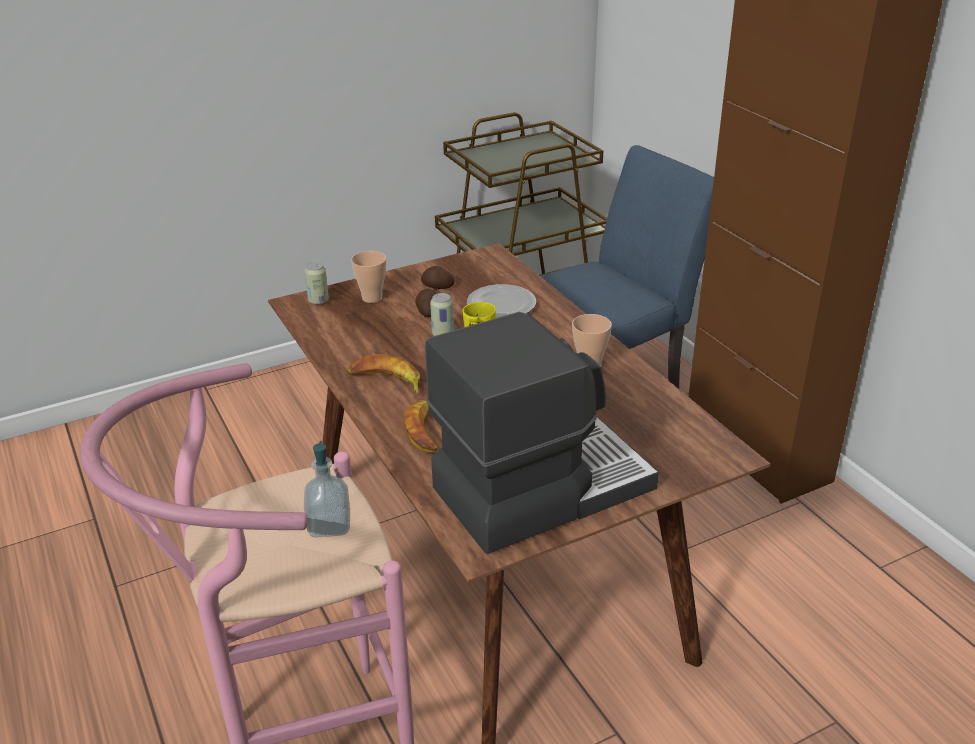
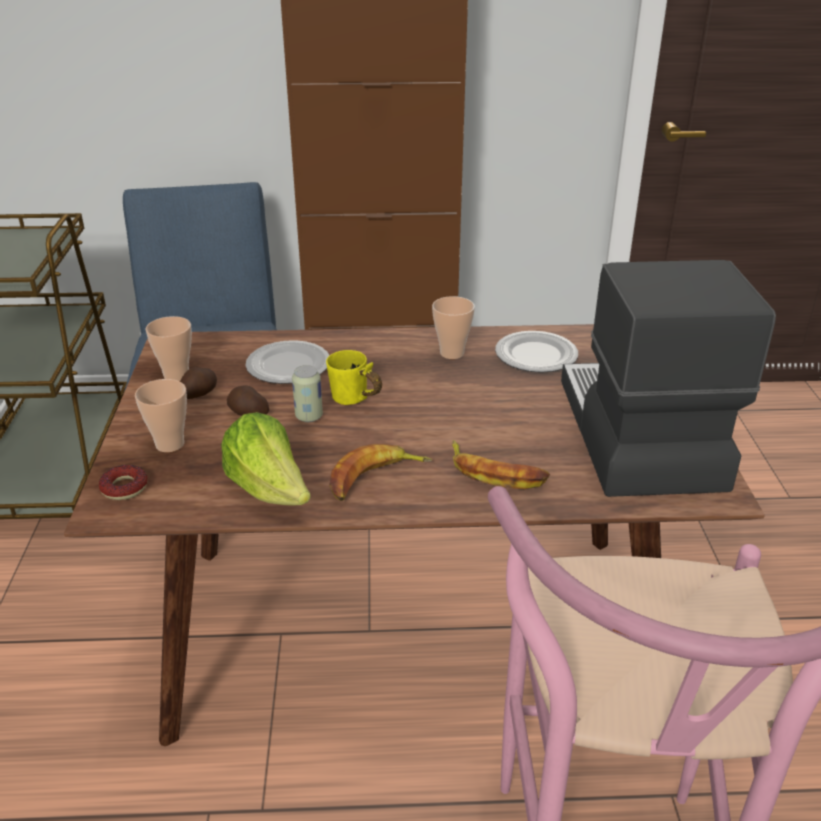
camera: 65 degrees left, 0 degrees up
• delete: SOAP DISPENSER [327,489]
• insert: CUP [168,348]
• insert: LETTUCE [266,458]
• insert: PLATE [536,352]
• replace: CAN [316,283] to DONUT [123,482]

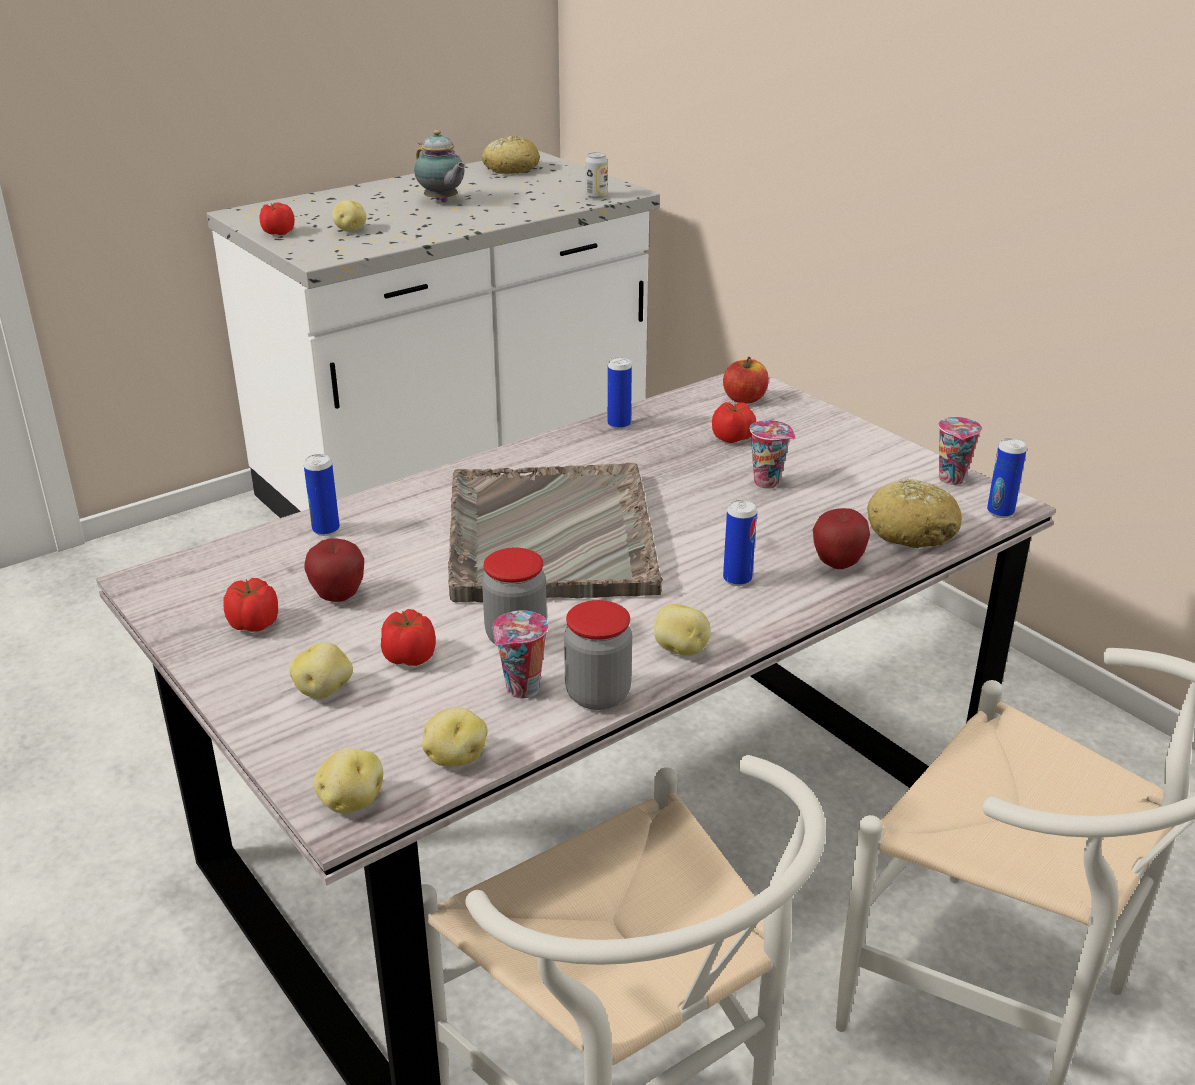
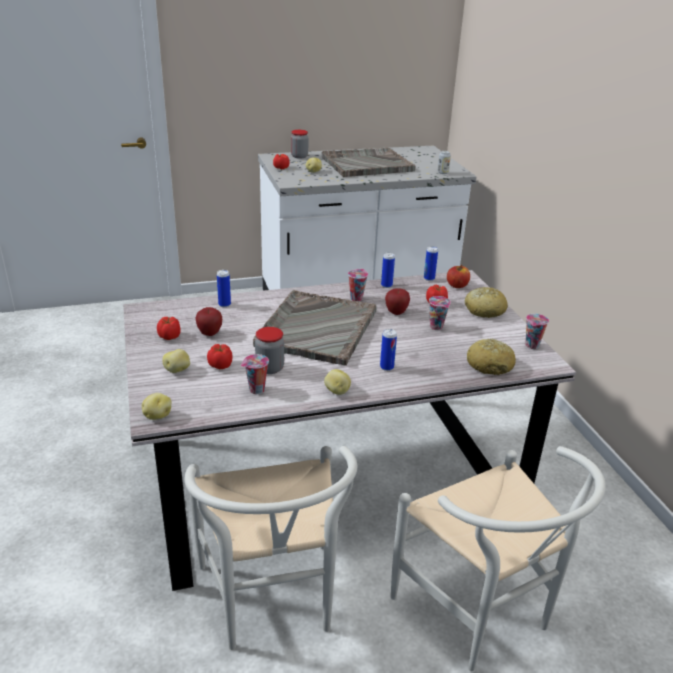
camera: 20 degrees right, 0 degrees up
• delete: POTATO [455,737]
• insert: CUP [358,285]
• move: BREAD [511,155] to [486,302]
• move: JAR [598,655] to [300,144]
• move: APPLE [841,538] to [397,301]
• move: CAN [1007,478] to [431,263]
• replace: TEAPOT [440,166] to GREY TRAY [369,162]

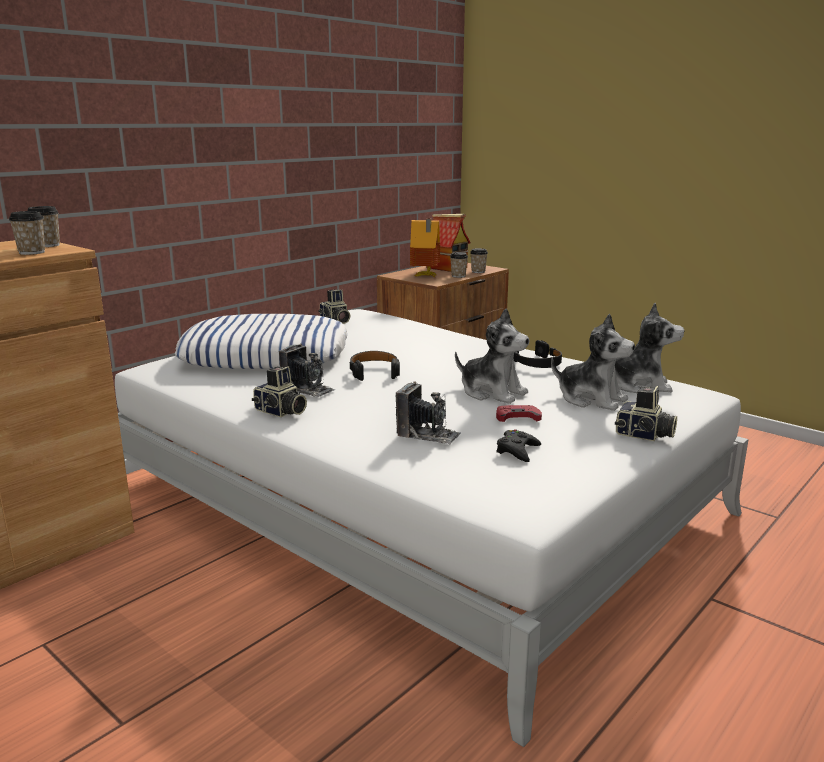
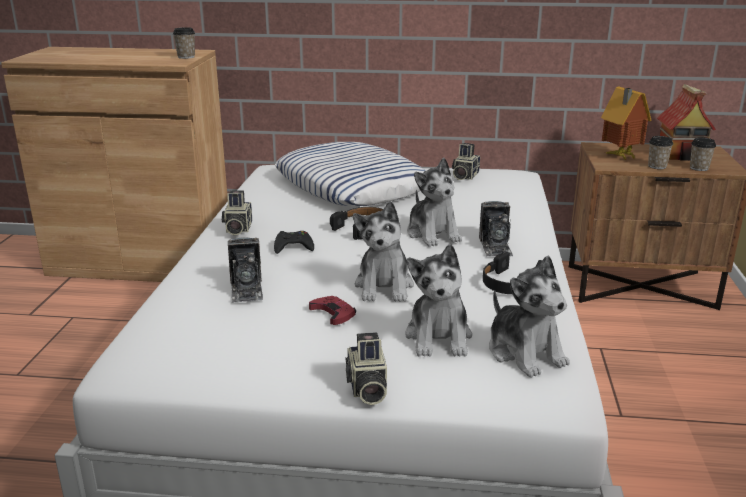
camera: 55 degrees right, 5 degrees up
• delete: CUP [27,233]
• insert: PLUSH TOY [434,202]
• move: PHOTO CAMERA [307,370] to [496,228]
• move: BLACK GAME CONTROLLER [518,445] to [294,242]

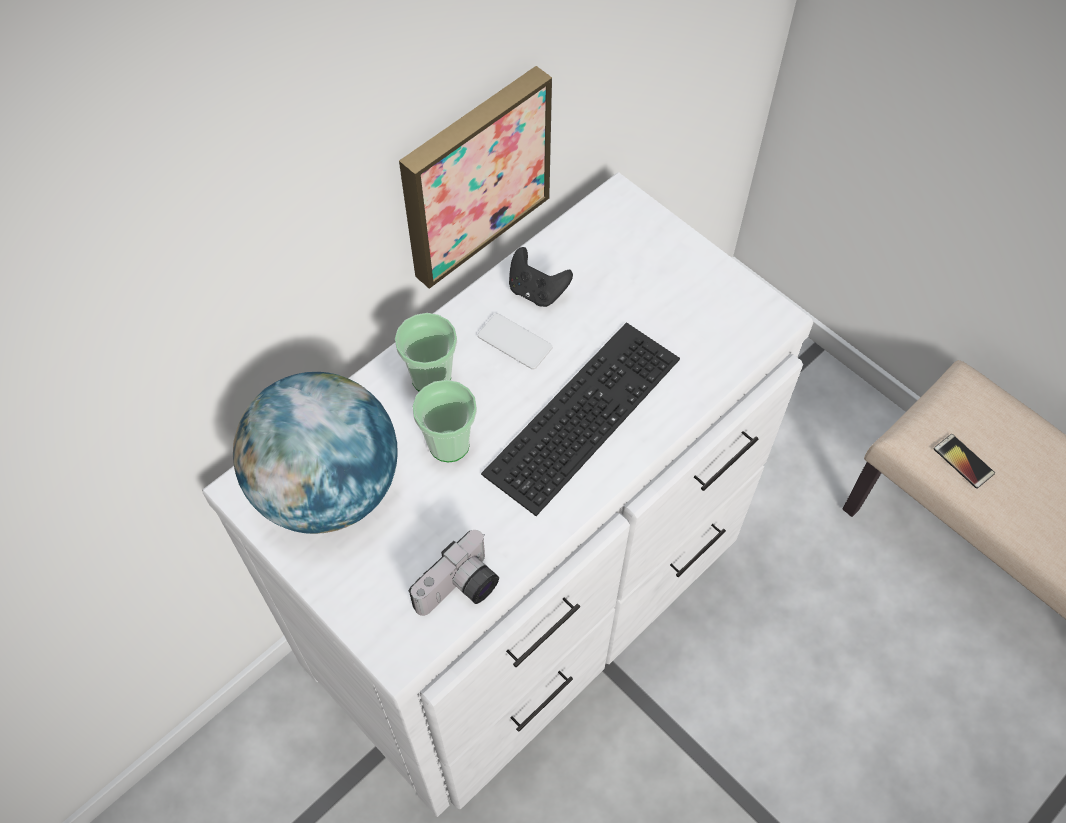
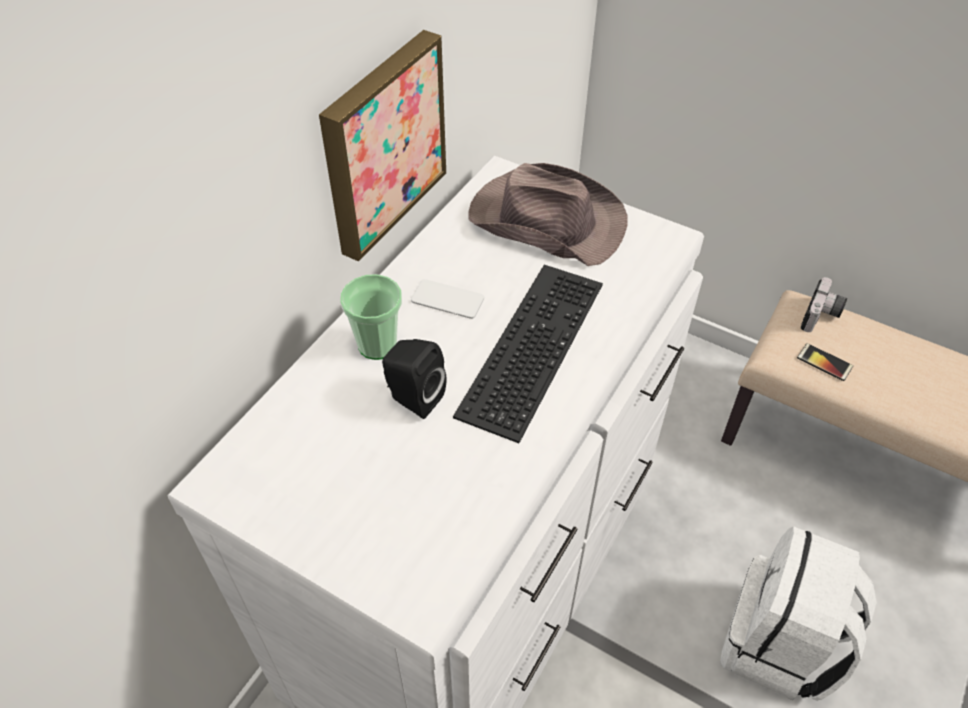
camera: 15 degrees left, 10 degrees down
• delete: GLOBE [315,453]
• delete: BLACK GAME CONTROLLER [541,277]
• insert: BROWN HAT [548,214]
• insert: WHITE BACKPACK [798,613]
• move: PHOTO CAMERA [454,573] to [824,304]
• replace: CUP [444,421] to BLACK SPEAKER [414,379]

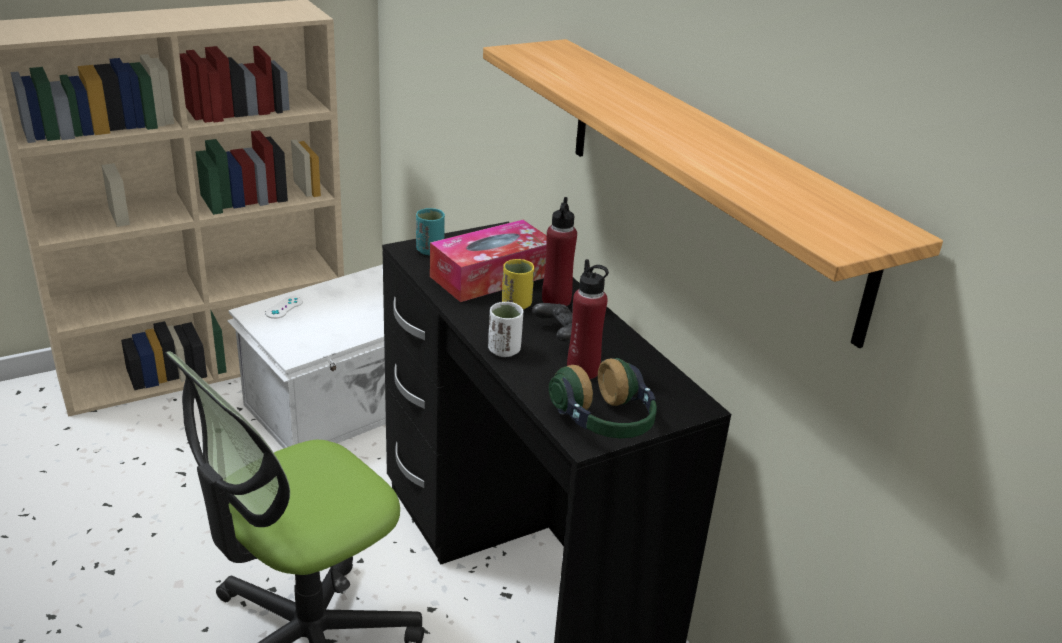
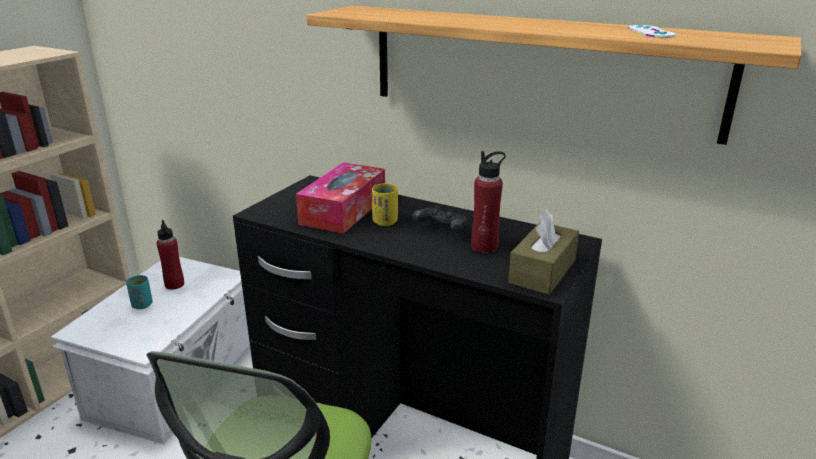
camera: 30 degrees left, 5 degrees down
• delete: WHITE CUP [506,329]
• move: WHITE GAME CONTROLLER [284,307] to [652,31]
• move: TURQUOISE CUP [430,231] to [139,292]
• move: RED BOTTLE [559,251] to [170,255]
• replace: HEADPHONES [603,398] to BROWN TISSUE BOX [543,251]

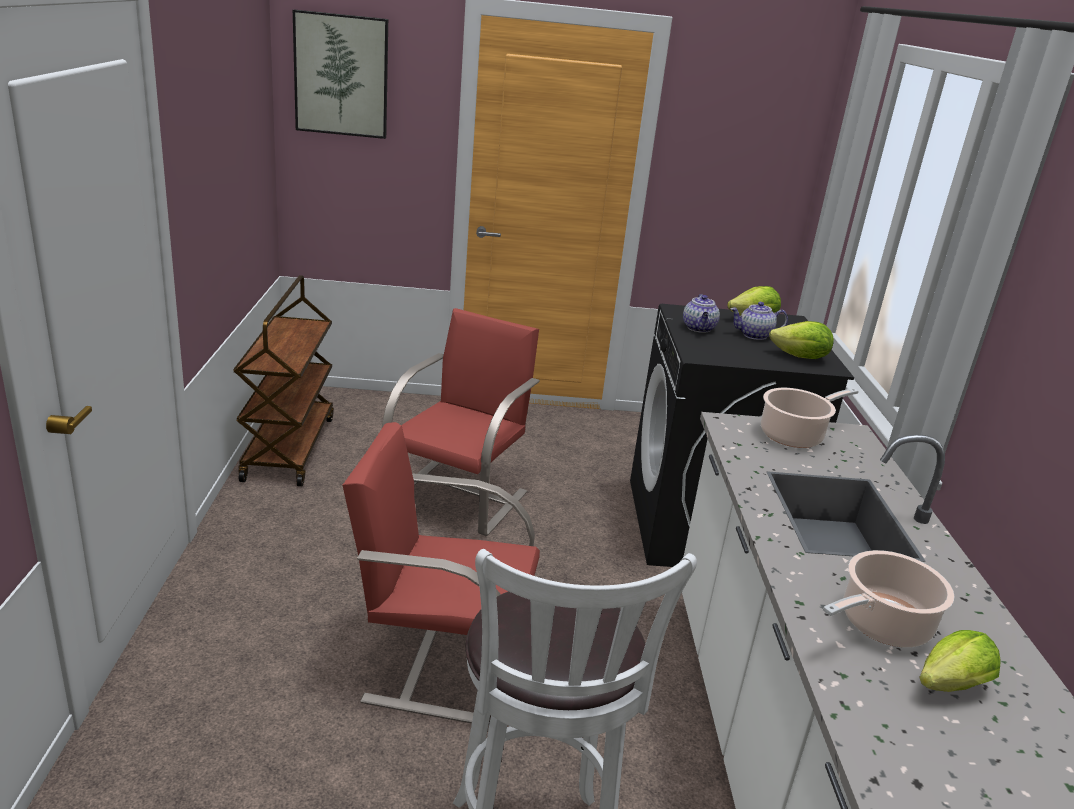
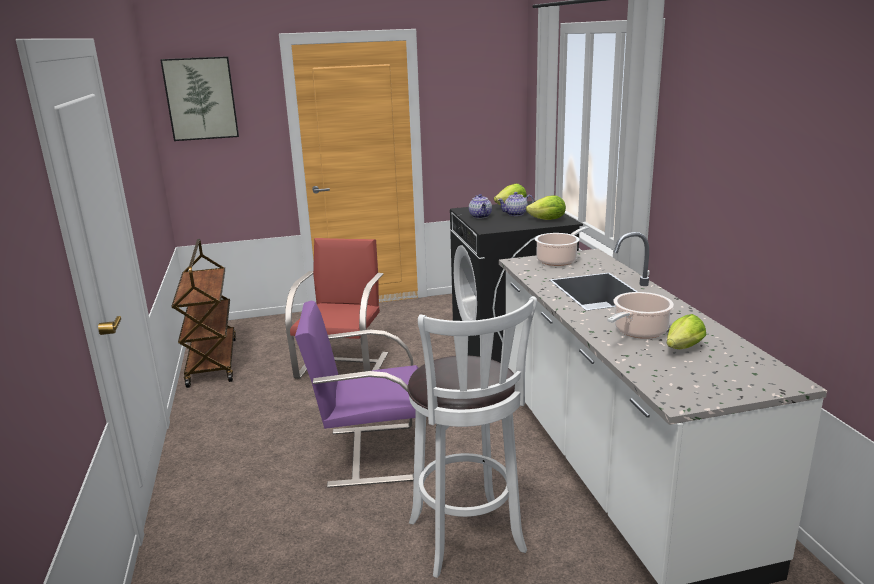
camera: 10 degrees left, 5 degrees down
• recolor: RED CHAIR [441,574] to PURPLE CHAIR [357,394]

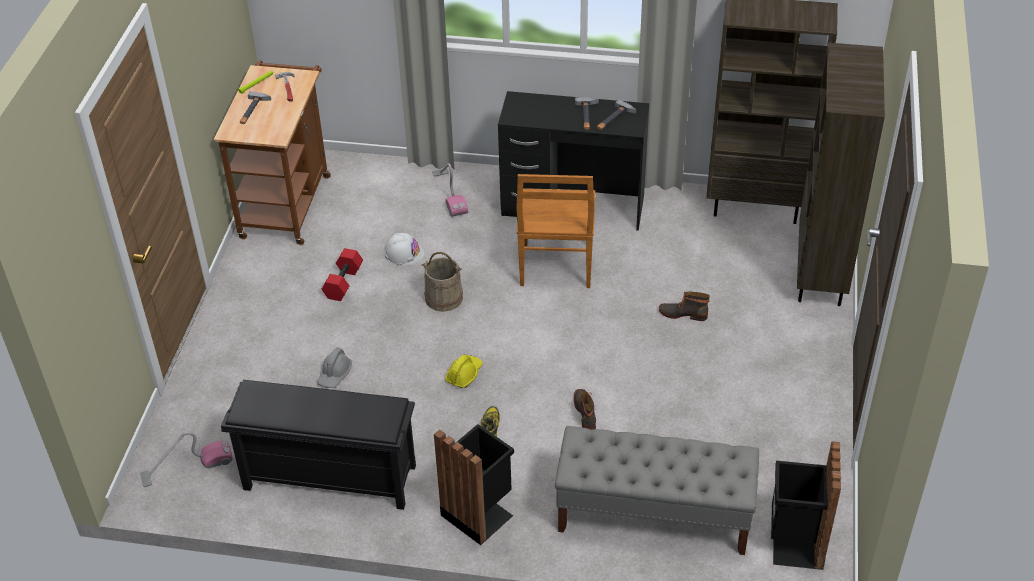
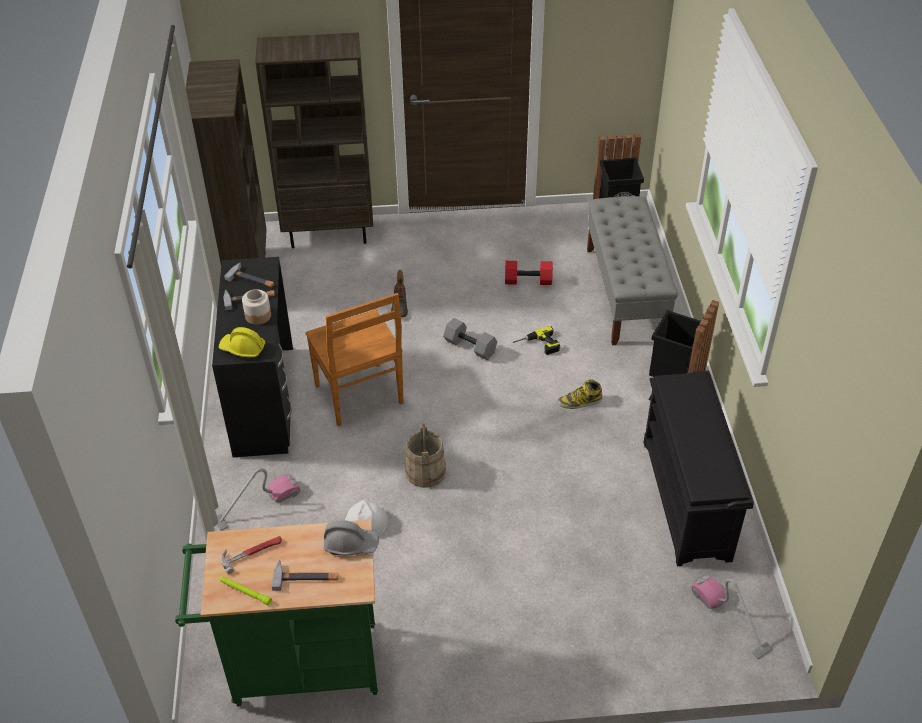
camera: 105 degrees left, 0 degrees up
• insert: JAR [256,307]
• insert: GREY DUMBBELL [470,339]
• move: GREY HARD HAT [334,368] to [351,538]
• move: RED DUMBBELL [342,274] to [529,273]
• move: YELLOW HARD HAT [464,371] to [242,343]
• replace: BOOT [585,409] to POWER DRILL [536,340]
• recolor: BROWN CART [272,152] to GREEN CART [276,613]
• rotate: BROWN CHAIR [555,231] = [354,360] 75 degrees clockwise

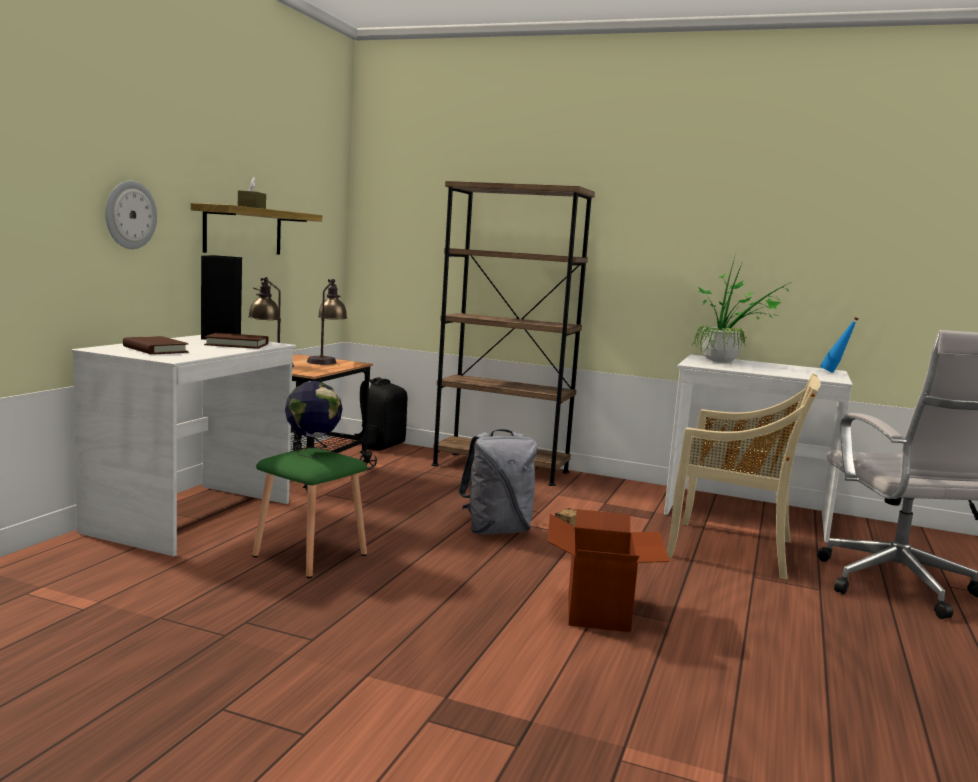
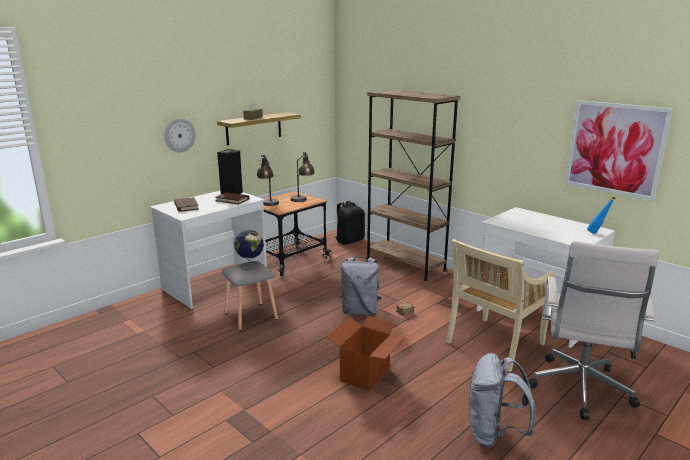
camera: 25 degrees right, 10 degrees up
• delete: POTTED PLANT [742,308]
• insert: GREY BACKPACK [502,400]
• insert: PICTURE [619,150]
• recolor: GREEN STOOL [309,513] to GREY STOOL [250,296]
• rotate: BEIGE CHAIR [744,476] = [500,305] 90 degrees clockwise

